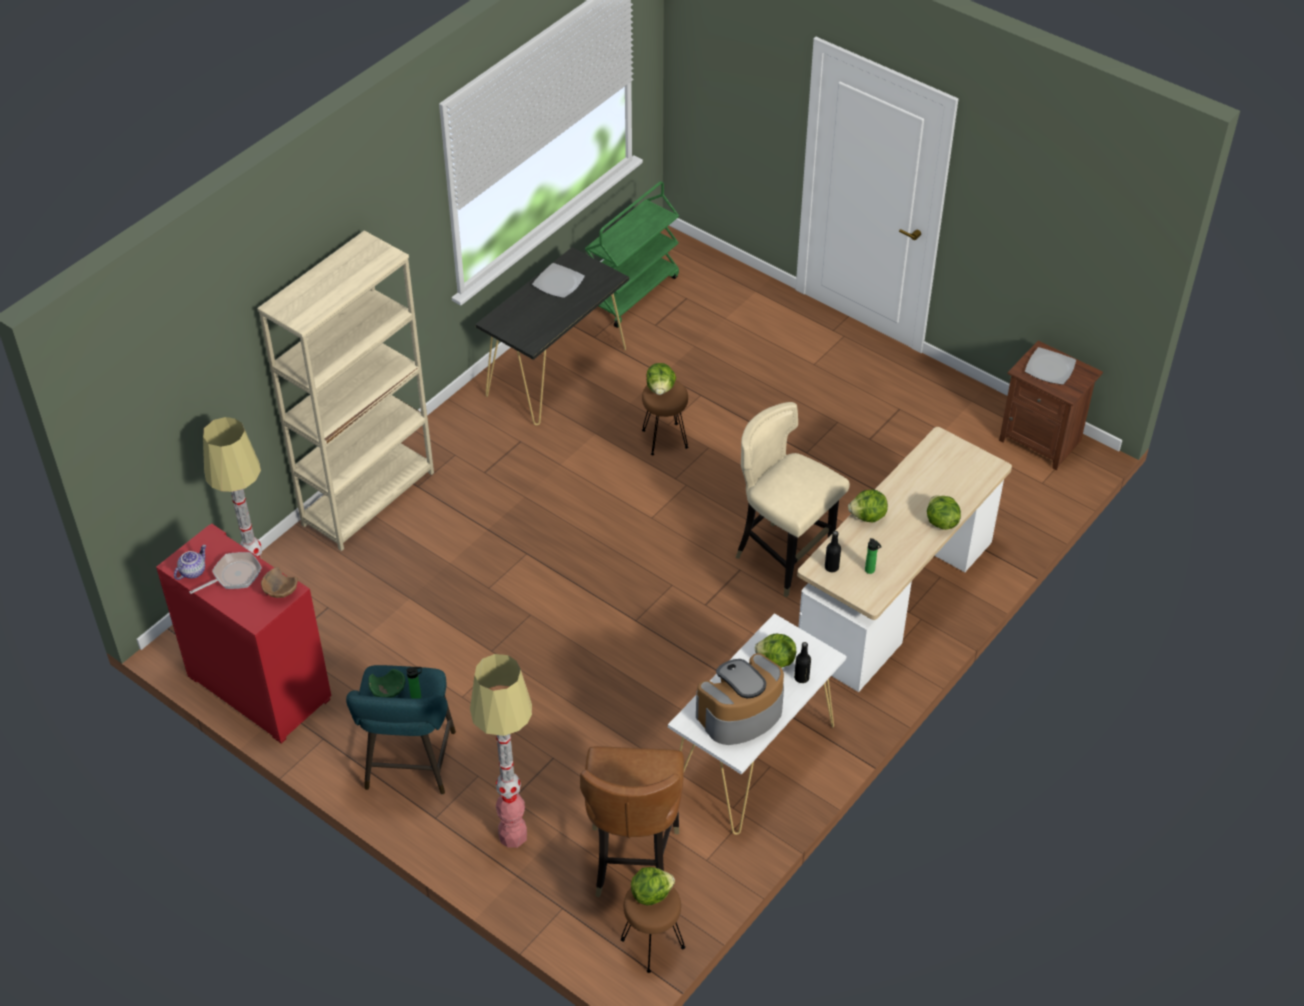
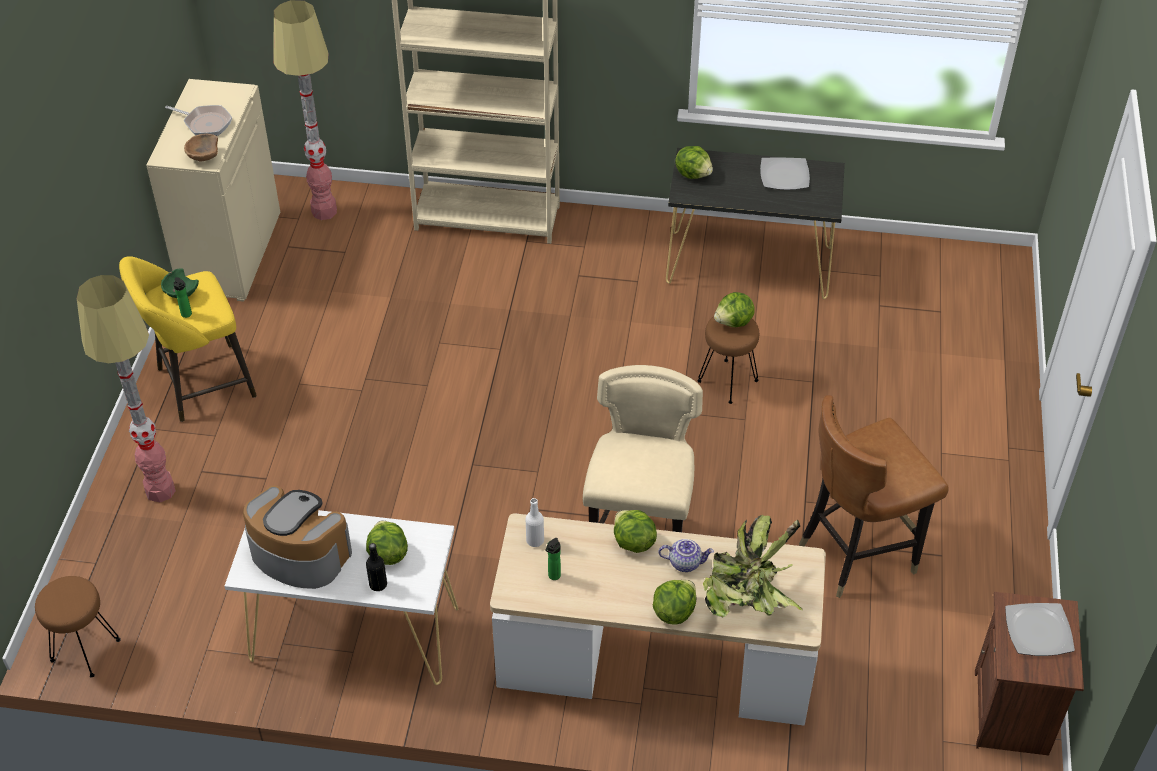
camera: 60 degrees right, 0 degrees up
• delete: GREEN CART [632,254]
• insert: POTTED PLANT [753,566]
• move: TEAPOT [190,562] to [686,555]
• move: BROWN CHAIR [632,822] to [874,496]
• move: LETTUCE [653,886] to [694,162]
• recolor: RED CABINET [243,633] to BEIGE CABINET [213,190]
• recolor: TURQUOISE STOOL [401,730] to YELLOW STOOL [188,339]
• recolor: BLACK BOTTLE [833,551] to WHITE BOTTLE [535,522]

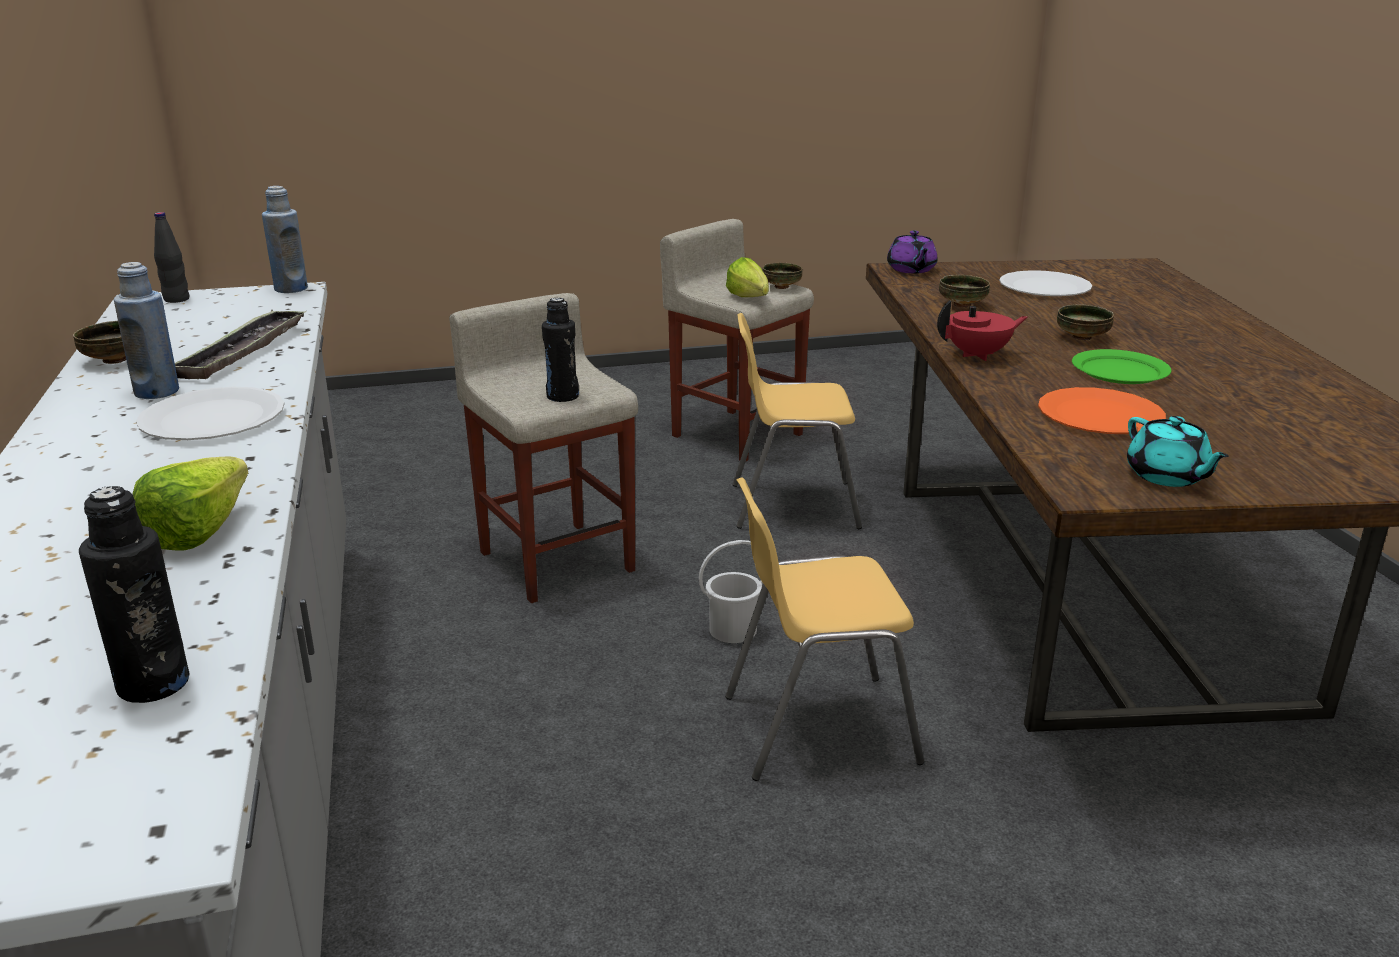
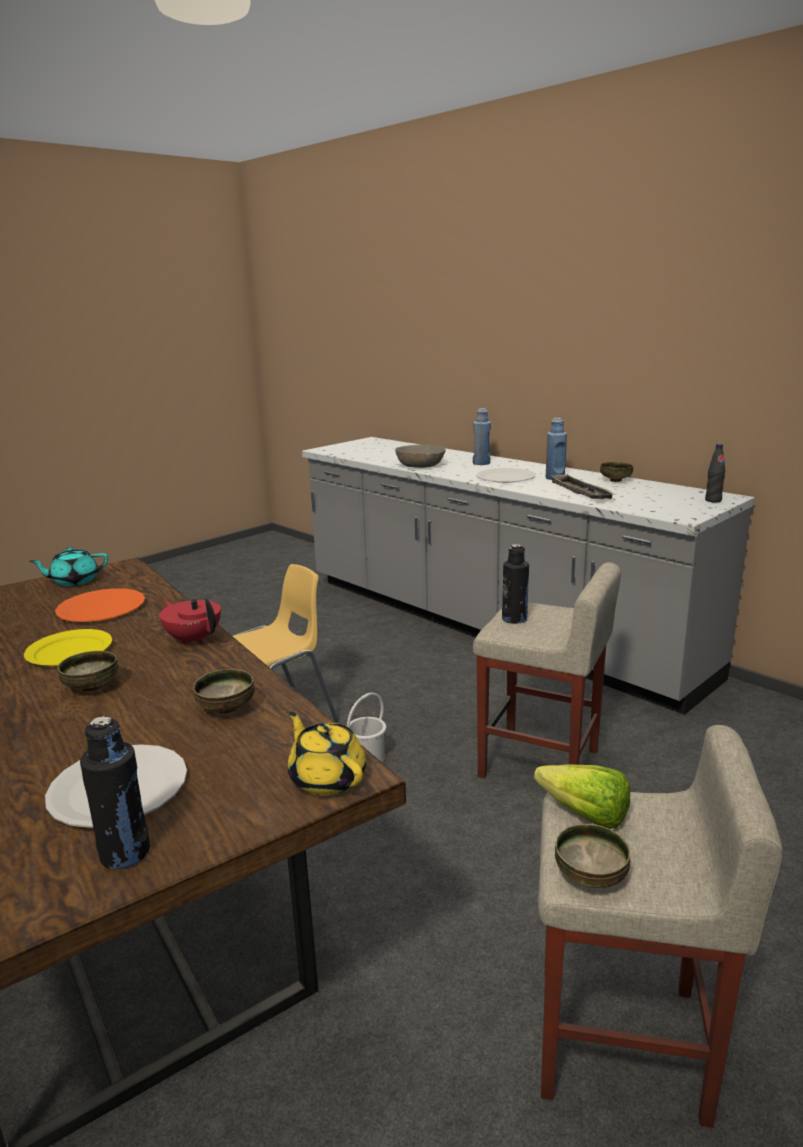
camera: 150 degrees right, 5 degrees down
• delete: YELLOW CHAIR [797,421]
• move: BLACK BOTTLE [134,594] to [115,792]
• move: BLUE BOTTLE [285,239] to [482,436]
• replace: LETTUCE [190,504] to GREY BOWL [420,456]
• recolor: PURPLE TEAPOT [912,251] to YELLOW TEAPOT [327,753]
• recolor: GREEN PLATE [1121,366] to YELLOW PLATE [68,647]
• rotate: RED TEAPOT [982,330] = [190,622] 90 degrees clockwise
• rotate: TURQUOISE TEAPOT [1178,451] = [68,566] 60 degrees counterclockwise

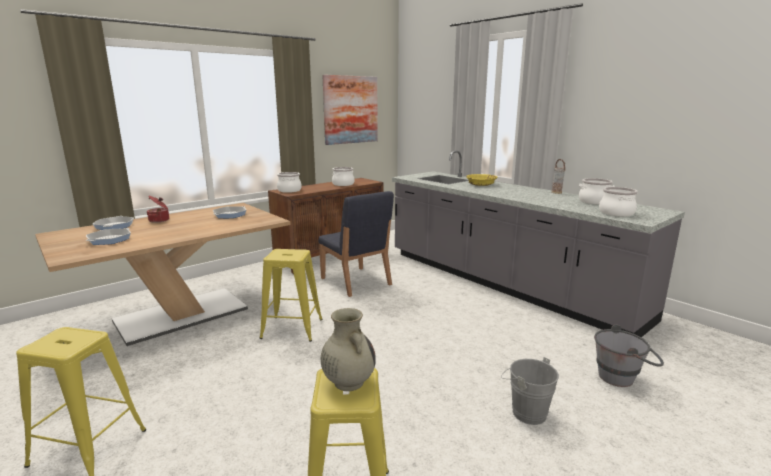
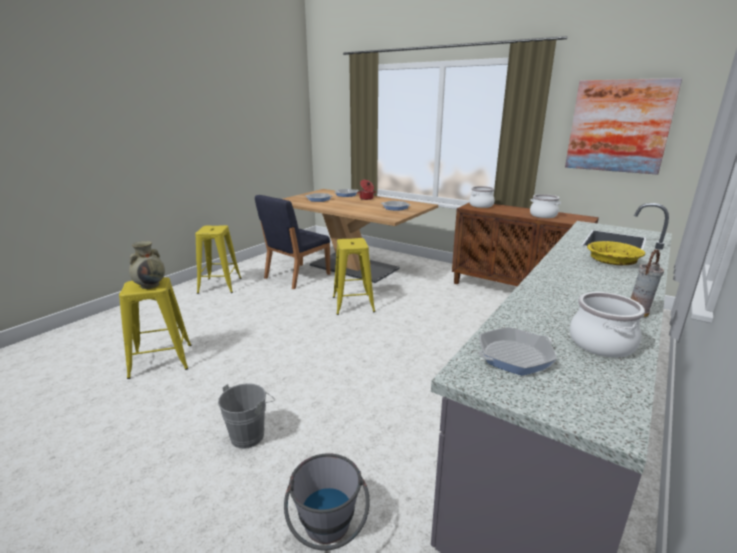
camera: 75 degrees right, 5 degrees up
• move: BLUE CHAIR [356,244] to [292,242]
• replace: COOKING POT [618,202] to FRYING PAN [518,351]

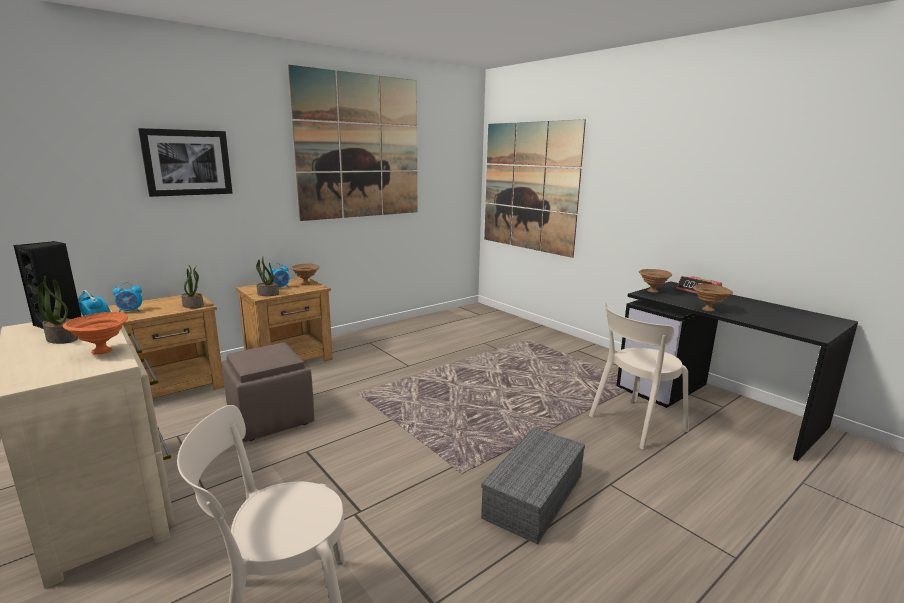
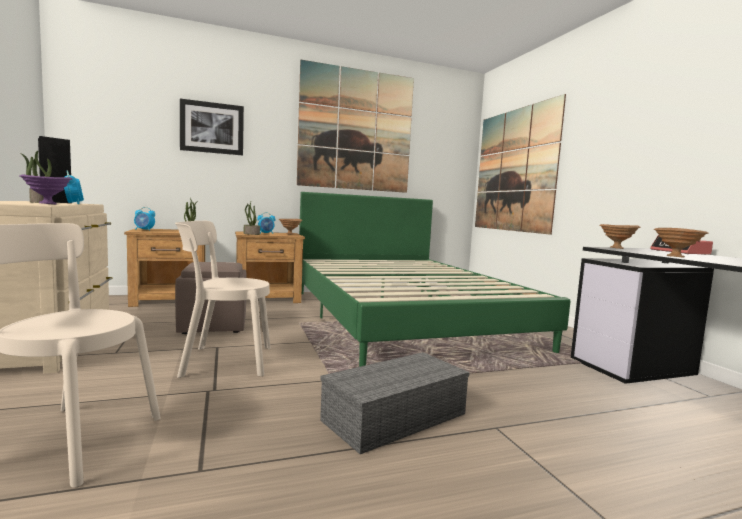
camera: 20 degrees right, 10 degrees down
• insert: GREEN BED [435,279]
• move: BEIGE CHAIR [638,376] to [223,299]
• recolor: ORANGE BOWL [95,333] to PURPLE BOWL [46,189]

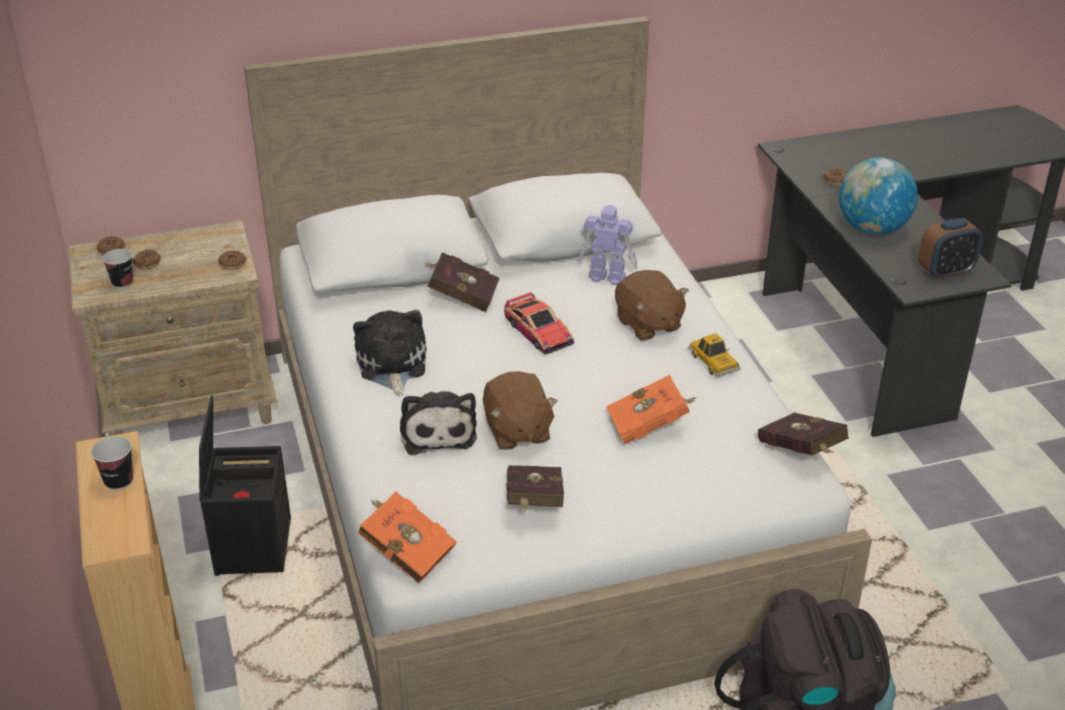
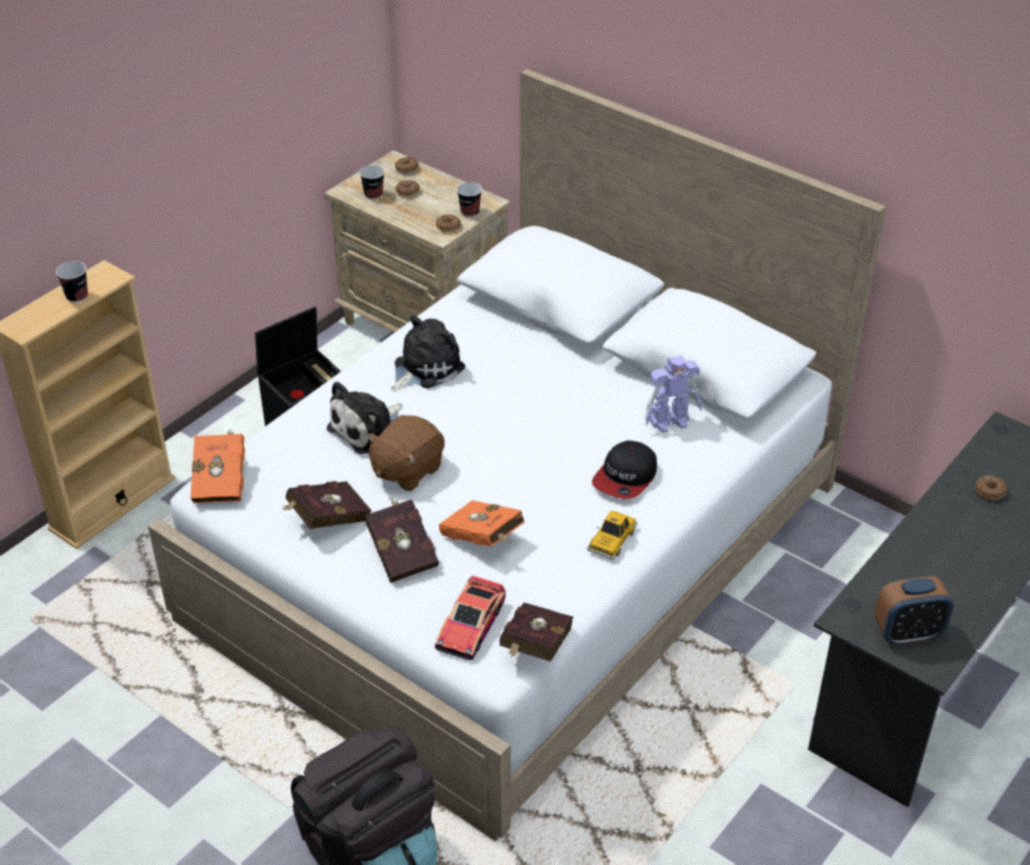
camera: 55 degrees right, 5 degrees up
• delete: GLOBE [878,196]
• insert: CUP [469,200]
• move: RED BOOK [461,282] to [402,540]
• move: TOY CAR [539,323] to [470,617]
• replace: BROWN PLUSH TOY [652,305] to CAP [624,470]
• rotate: TOY ROBOT [607,245] = [673,394] 90 degrees clockwise
• rotate: ALARM CLOCK [950,249] = [914,610] 45 degrees counterclockwise

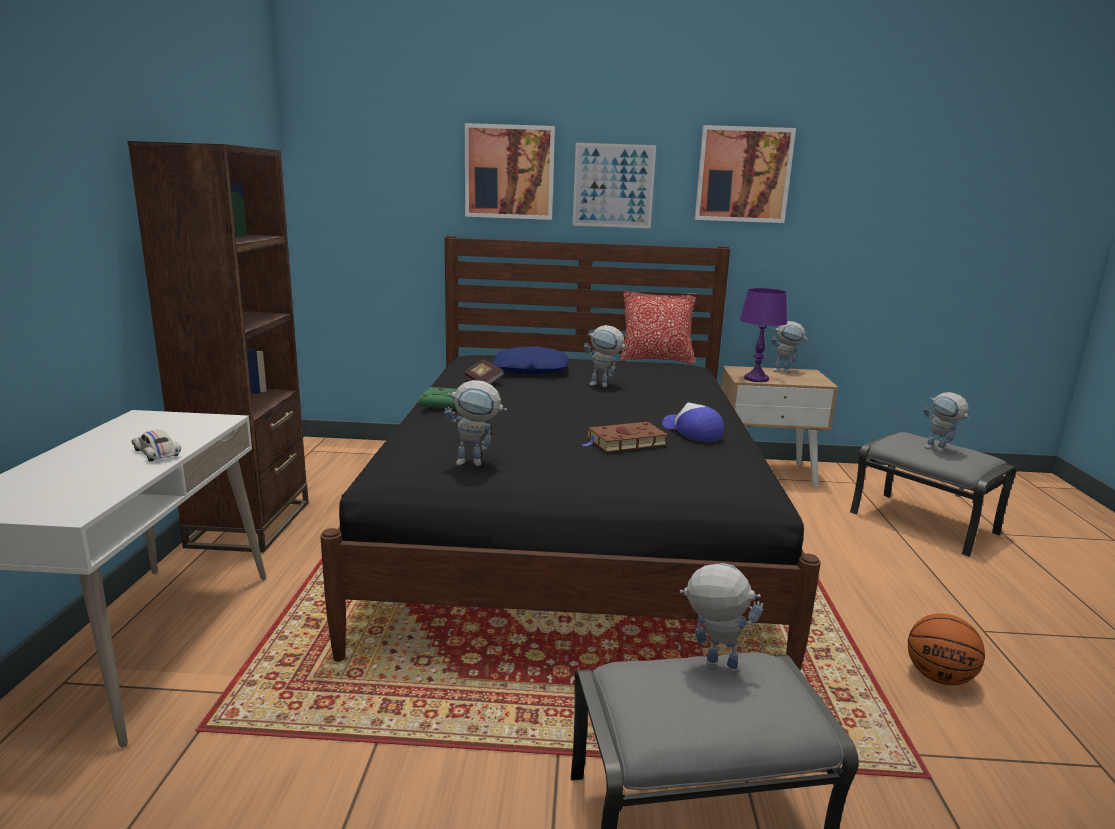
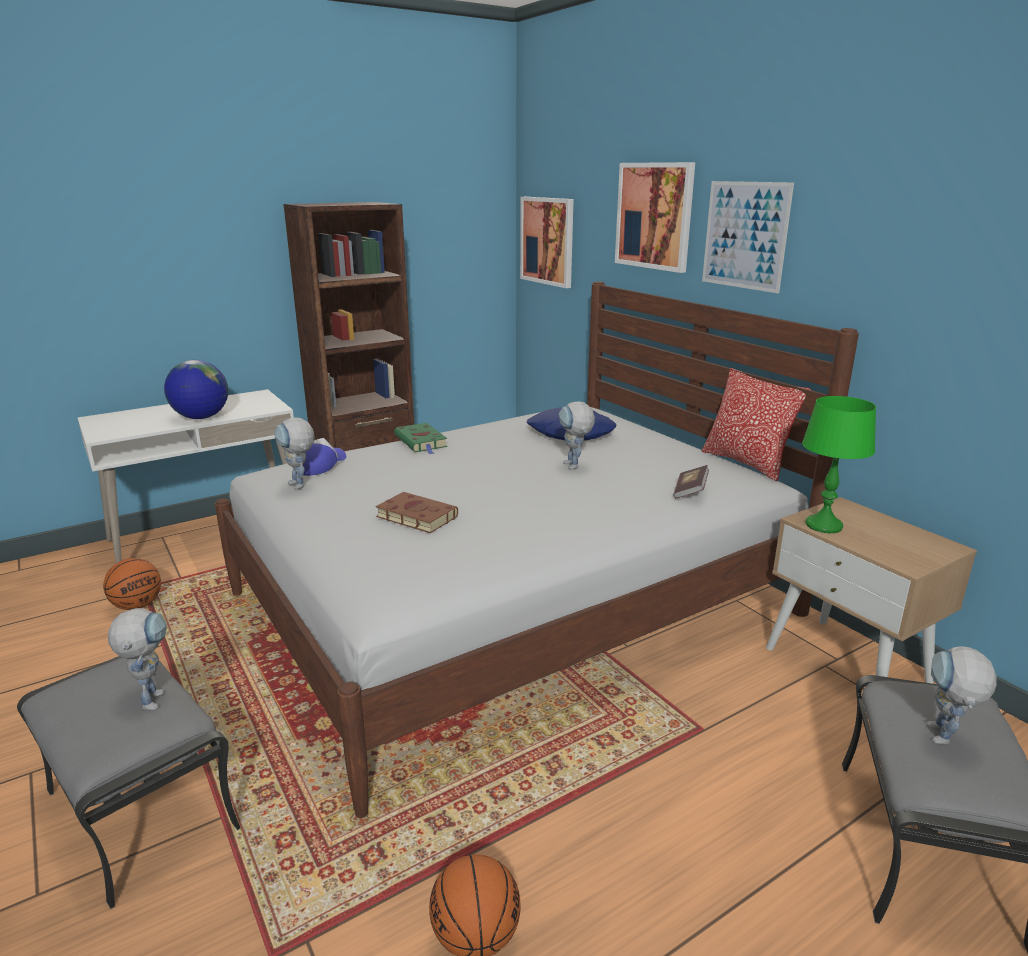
camera: 55 degrees right, 5 degrees up
• delete: TOY ROBOT [789,347]
• insert: BASKETBALL [132,584]
• move: BOOK [484,371] to [691,481]
• move: CAP [693,422] to [324,457]
• move: PICTURE [745,174] to [547,242]
• replace: WHITE TOY CAR [156,446] to GLOBE [196,389]
• recolor: BLACK BED [570,453] to WHITE BED [537,549]
• recolor: PURPLE TABLE LAMP [763,335] to GREEN TABLE LAMP [839,464]

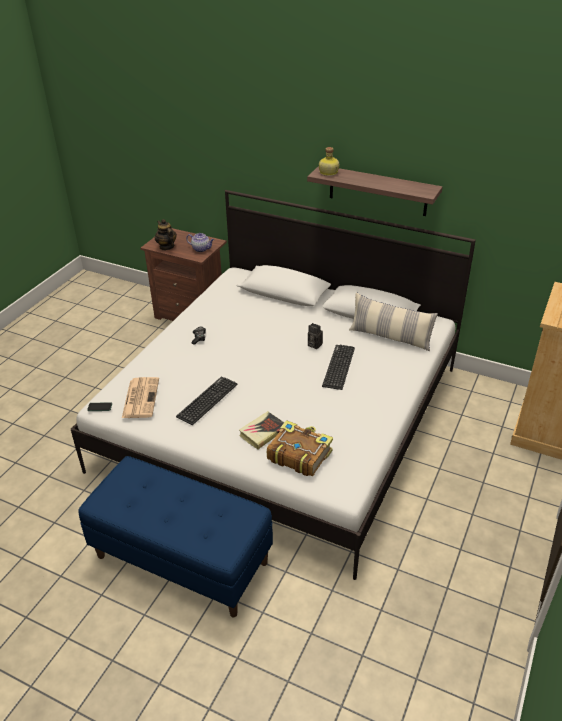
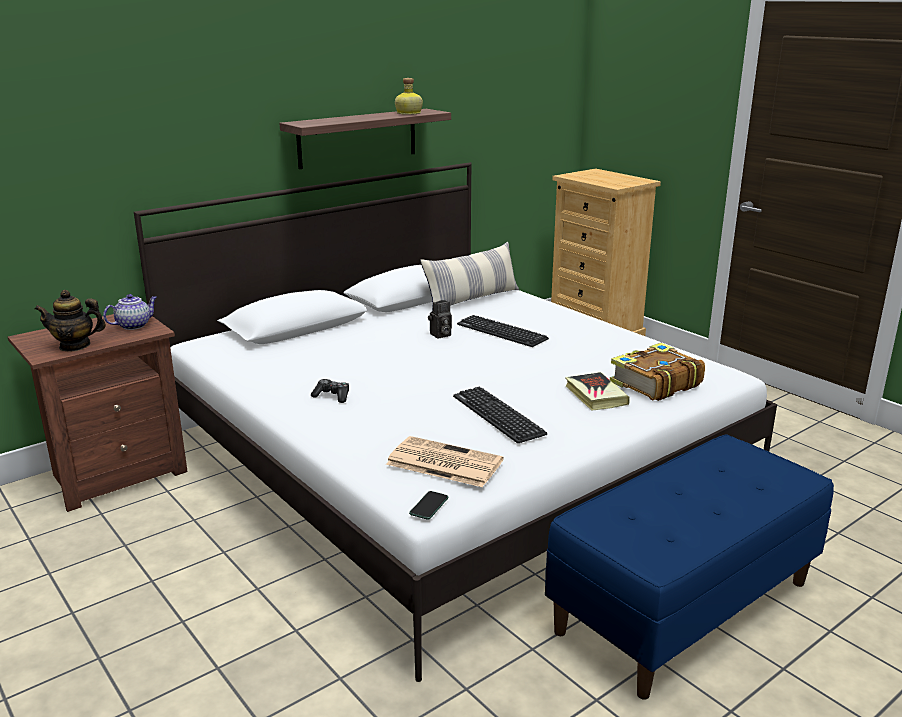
camera: 65 degrees left, 15 degrees down
• move: BOTTLE [329,161] to [409,96]

